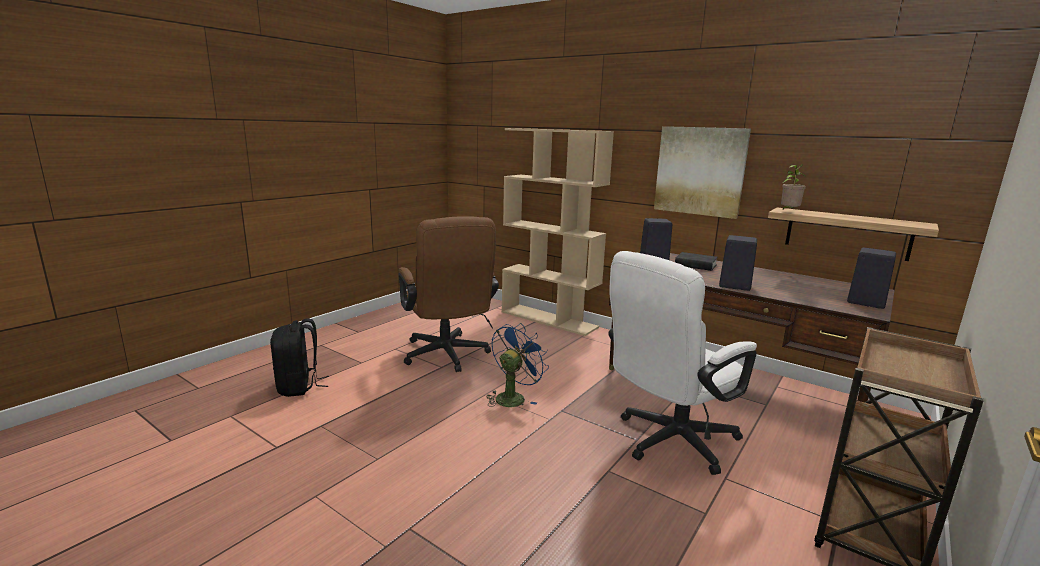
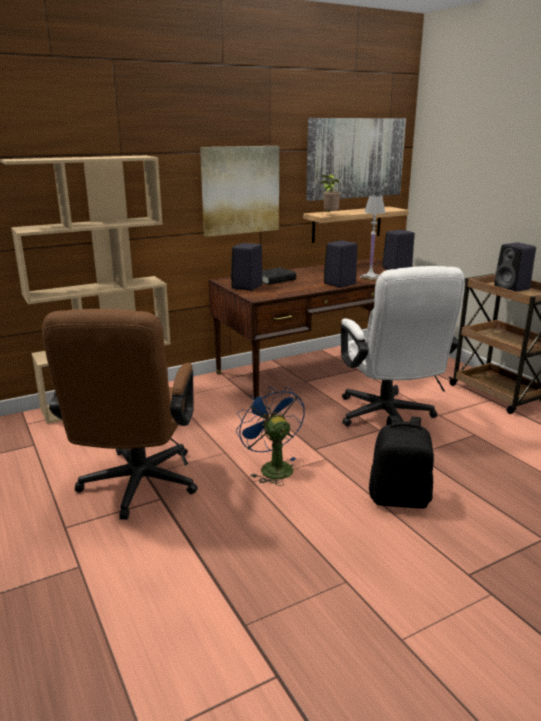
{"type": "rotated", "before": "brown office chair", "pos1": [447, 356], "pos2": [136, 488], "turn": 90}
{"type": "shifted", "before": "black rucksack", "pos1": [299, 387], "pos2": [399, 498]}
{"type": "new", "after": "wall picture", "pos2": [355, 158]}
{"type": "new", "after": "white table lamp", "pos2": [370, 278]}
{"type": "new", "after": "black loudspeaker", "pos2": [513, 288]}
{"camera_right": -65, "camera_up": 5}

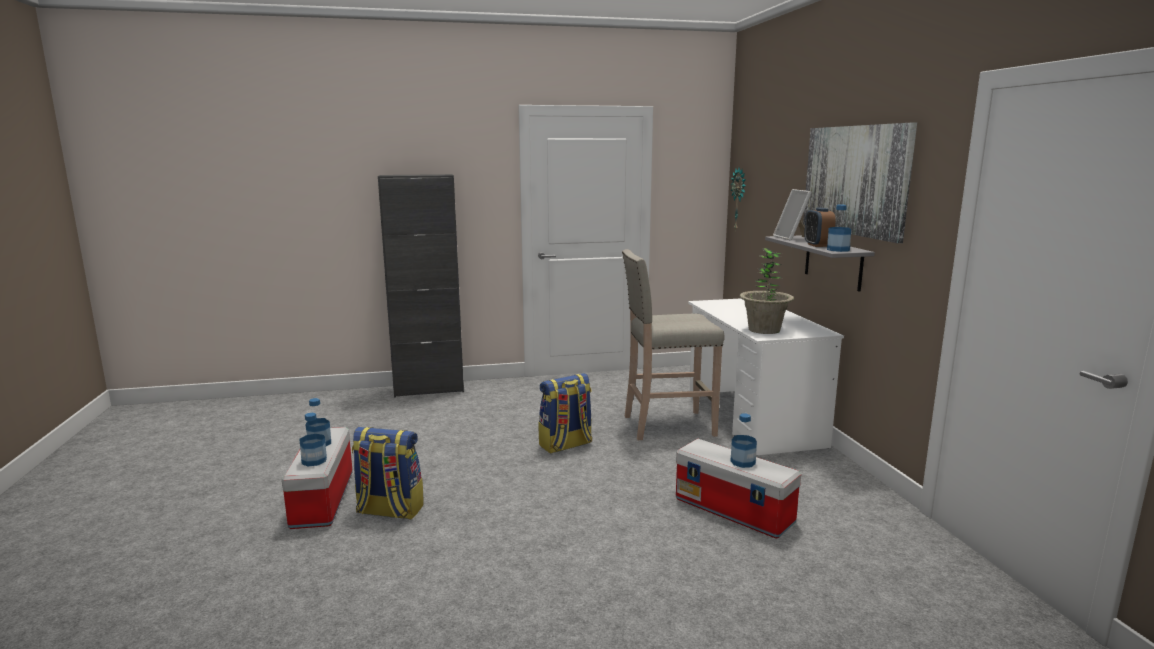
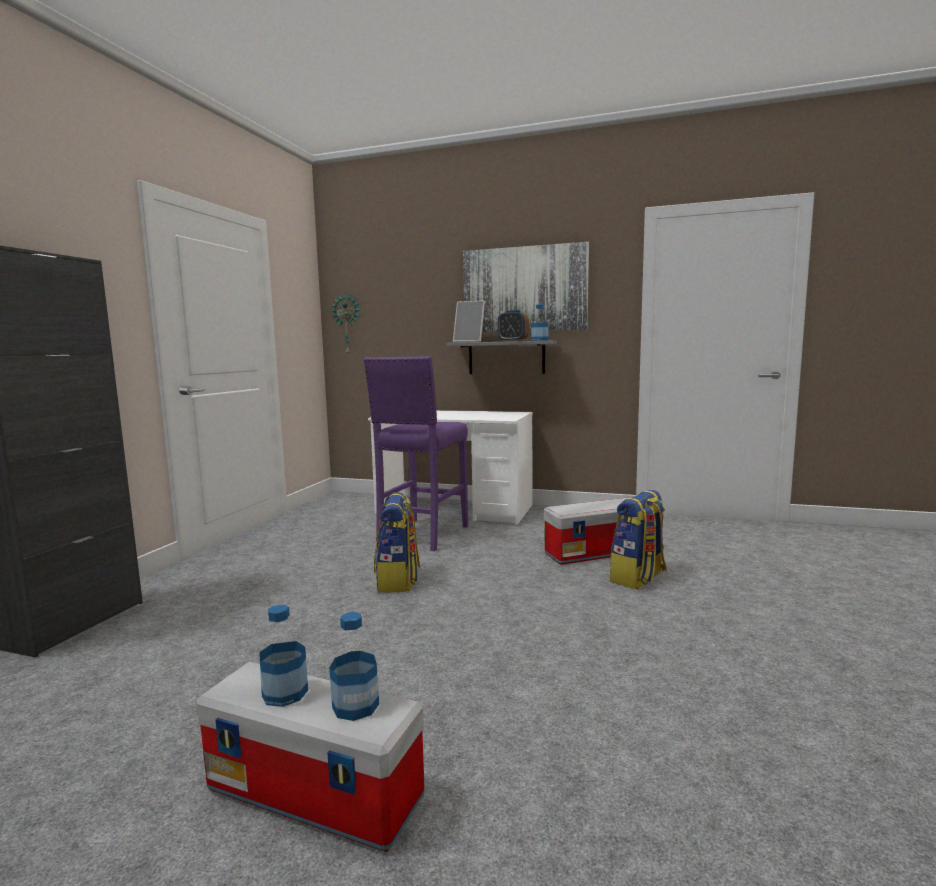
{"type": "gone", "before": "houseplant", "pos1": [764, 330]}
{"type": "repainted", "before": "beige stool seat", "after": "purplish stool seat", "pos1": [666, 425], "pos2": [422, 535]}
{"type": "gone", "before": "bottle", "pos1": [742, 462]}
{"type": "shifted", "before": "rucksack", "pos1": [389, 511], "pos2": [638, 578]}
{"camera_right": -60, "camera_up": -5}

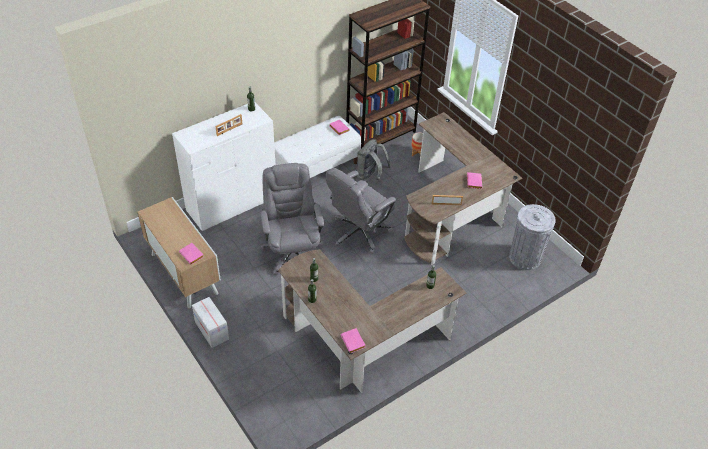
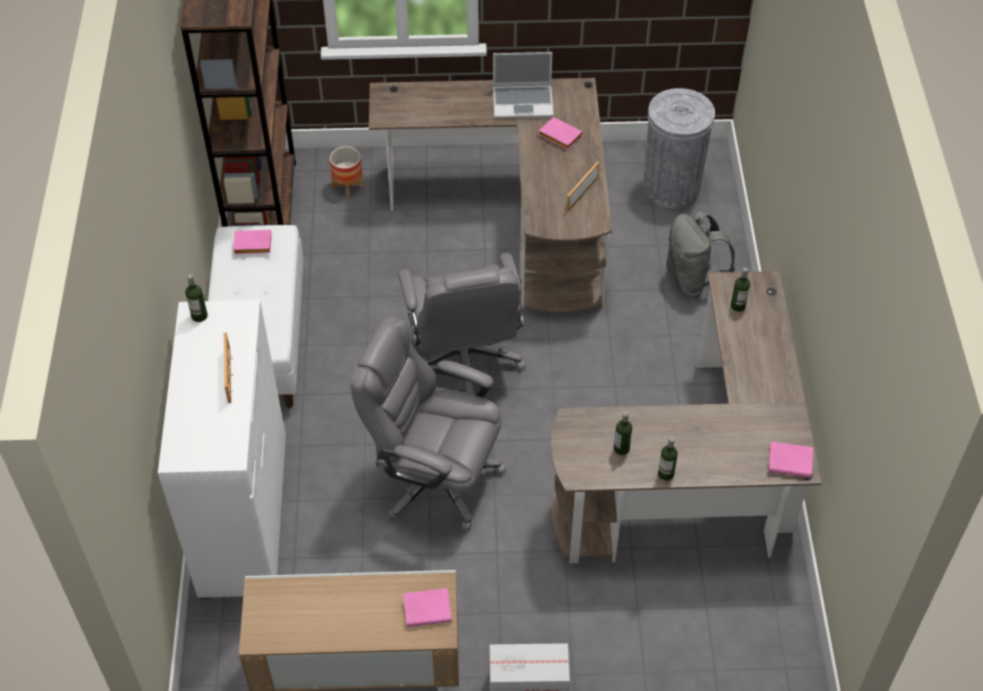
{"type": "shifted", "before": "gray rucksack", "pos1": [370, 176], "pos2": [693, 280]}
{"type": "new", "after": "notebook computer", "pos2": [523, 102]}
{"camera_right": -55, "camera_up": 5}

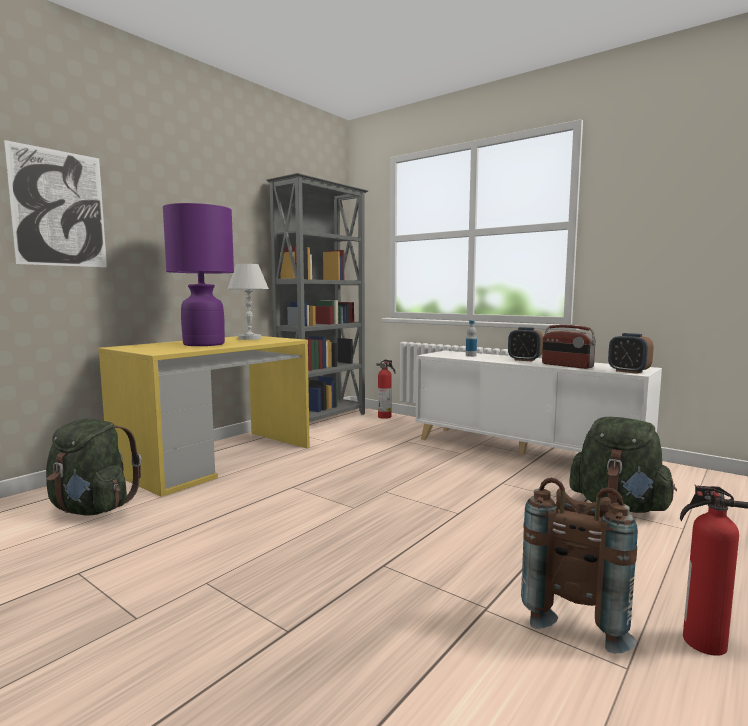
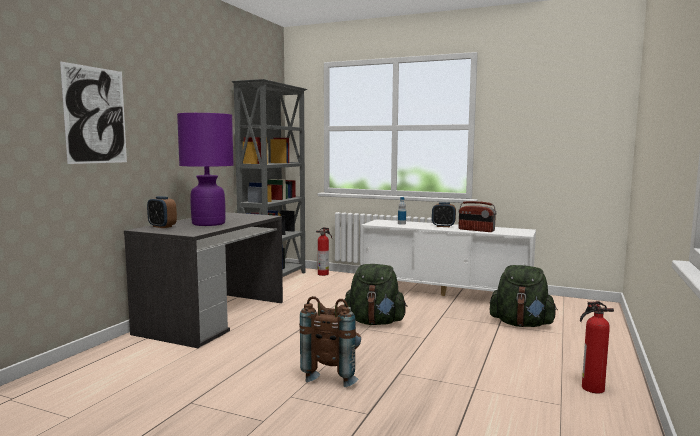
{"type": "gone", "before": "white table lamp", "pos1": [249, 338]}
{"type": "shifted", "before": "alarm clock", "pos1": [628, 371], "pos2": [162, 226]}
{"type": "repainted", "before": "yellow desk table", "after": "gray desk table", "pos1": [216, 458], "pos2": [213, 317]}
{"type": "shifted", "before": "green rucksack", "pos1": [92, 509], "pos2": [375, 322]}
{"type": "shifted", "before": "brown rucksack", "pos1": [577, 615], "pos2": [333, 374]}
{"camera_right": -15, "camera_up": 0}

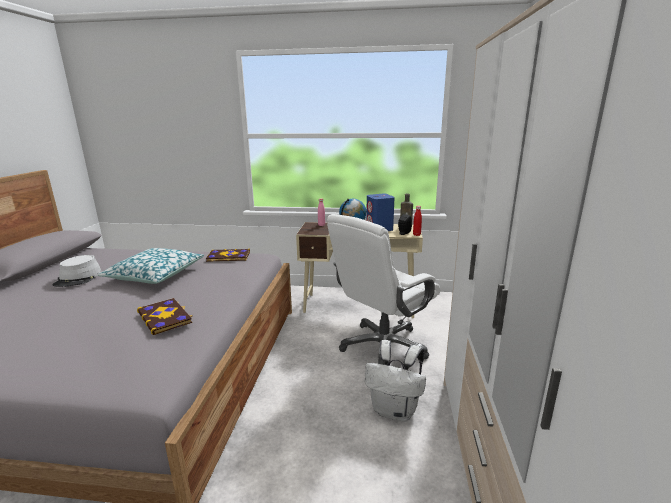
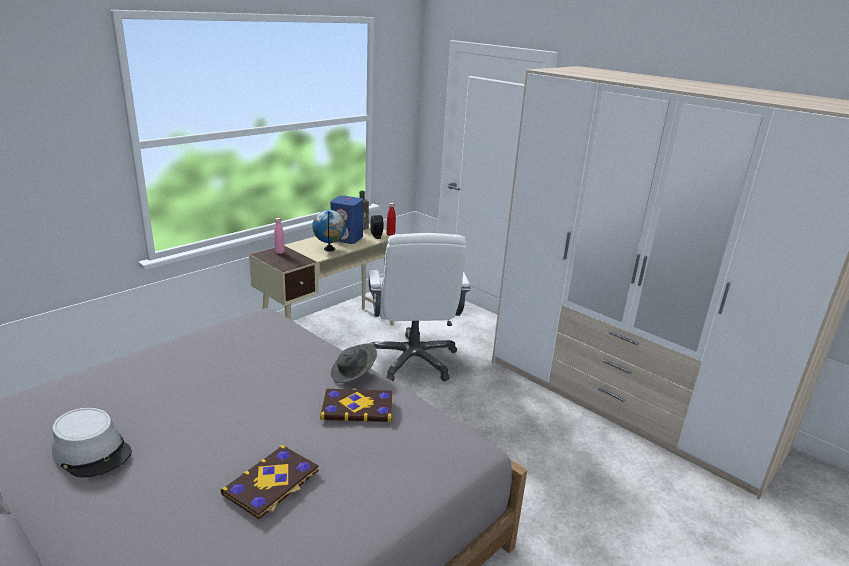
{"type": "gone", "before": "throw pillow", "pos1": [155, 275]}
{"type": "shifted", "before": "bound book", "pos1": [228, 257], "pos2": [272, 483]}
{"type": "gone", "before": "white rucksack", "pos1": [395, 410]}
{"type": "new", "after": "gray wearable hat", "pos2": [353, 374]}
{"camera_right": -55, "camera_up": 5}

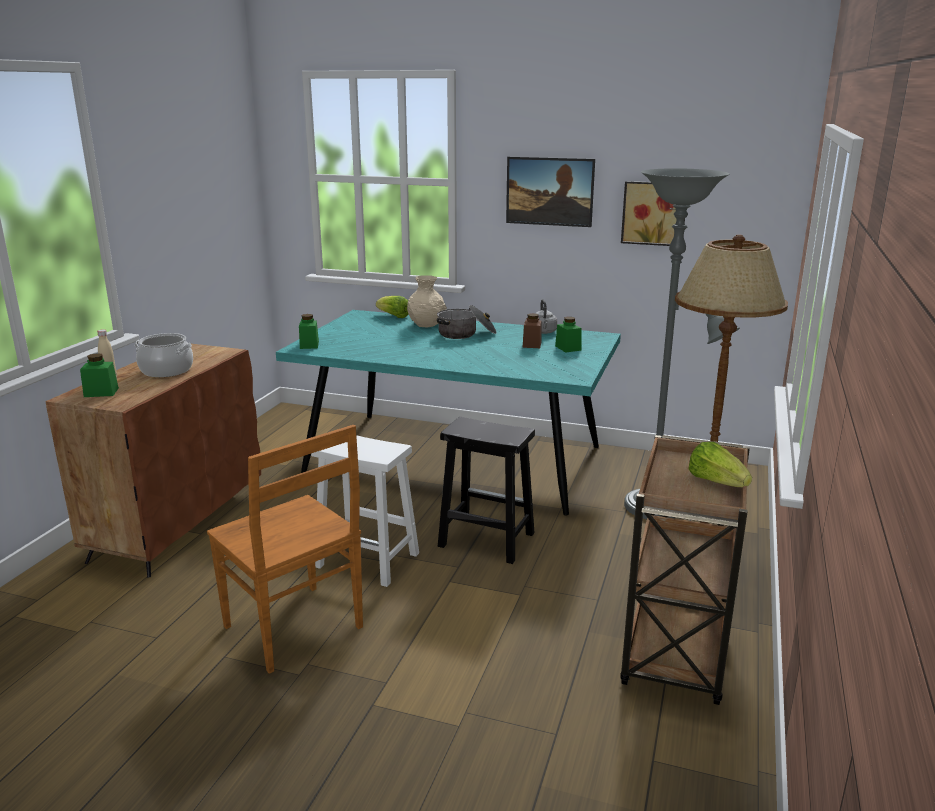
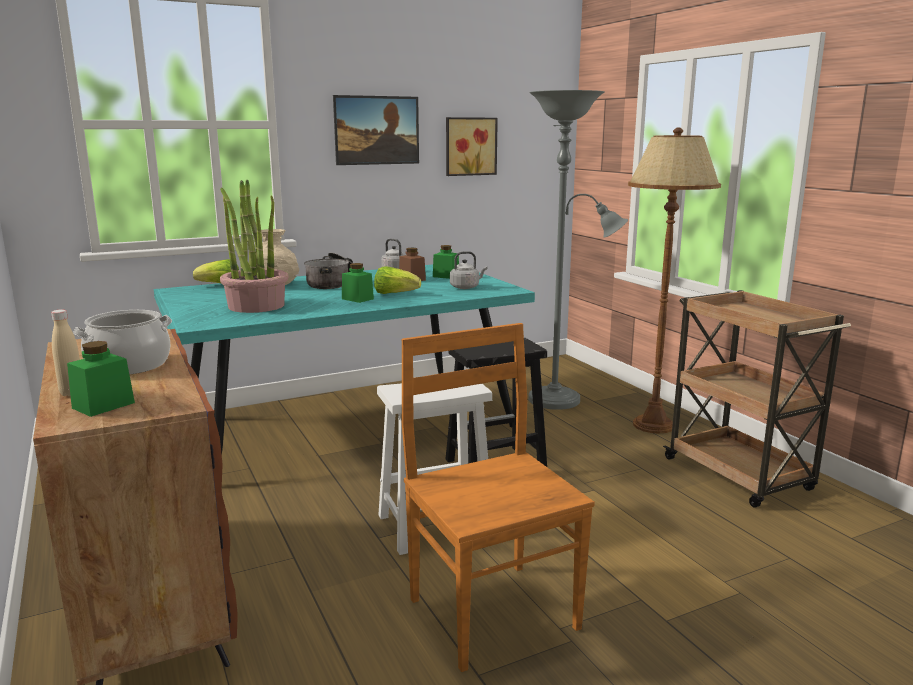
{"type": "shifted", "before": "green preserve jar", "pos1": [309, 345], "pos2": [357, 299]}
{"type": "rotated", "before": "brown chair", "pos1": [295, 629], "pos2": [491, 610], "turn": -120}
{"type": "shifted", "before": "head of lettuce", "pos1": [716, 482], "pos2": [395, 294]}
{"type": "new", "after": "houseplant", "pos2": [256, 305]}
{"type": "new", "after": "gray water kettle", "pos2": [466, 287]}
{"camera_right": -45, "camera_up": -5}

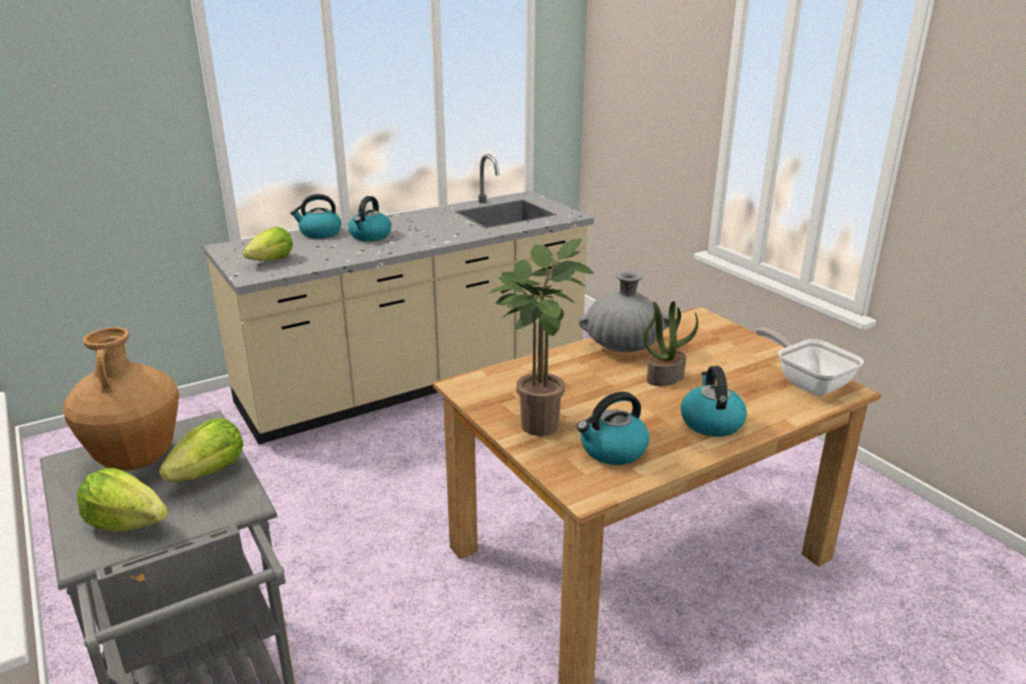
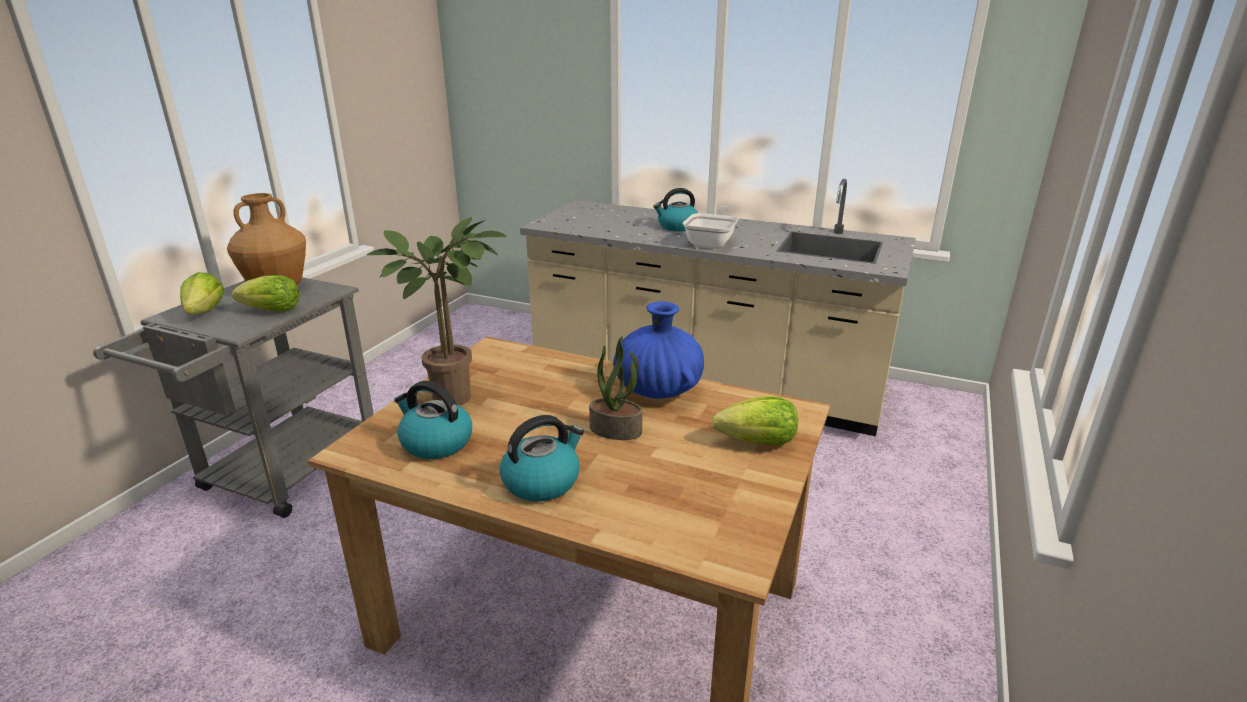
{"type": "gone", "before": "water kettle", "pos1": [320, 233]}
{"type": "shifted", "before": "head of lettuce", "pos1": [272, 261], "pos2": [758, 443]}
{"type": "repainted", "before": "gray flower vase", "after": "bluish flower vase", "pos1": [622, 346], "pos2": [658, 389]}
{"type": "shifted", "before": "frying pan", "pos1": [807, 382], "pos2": [711, 243]}
{"camera_right": 55, "camera_up": 0}

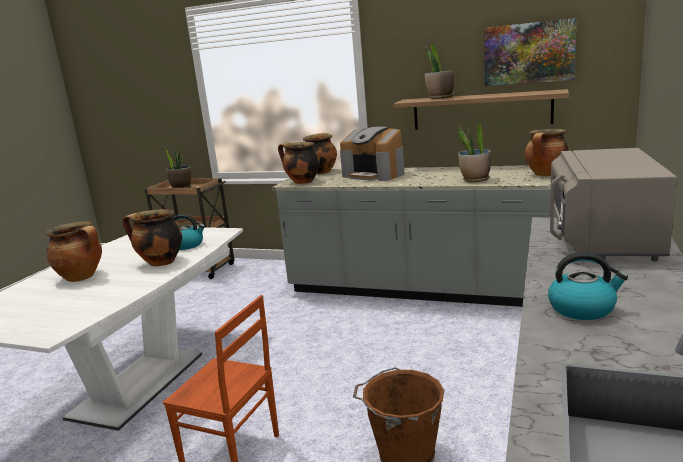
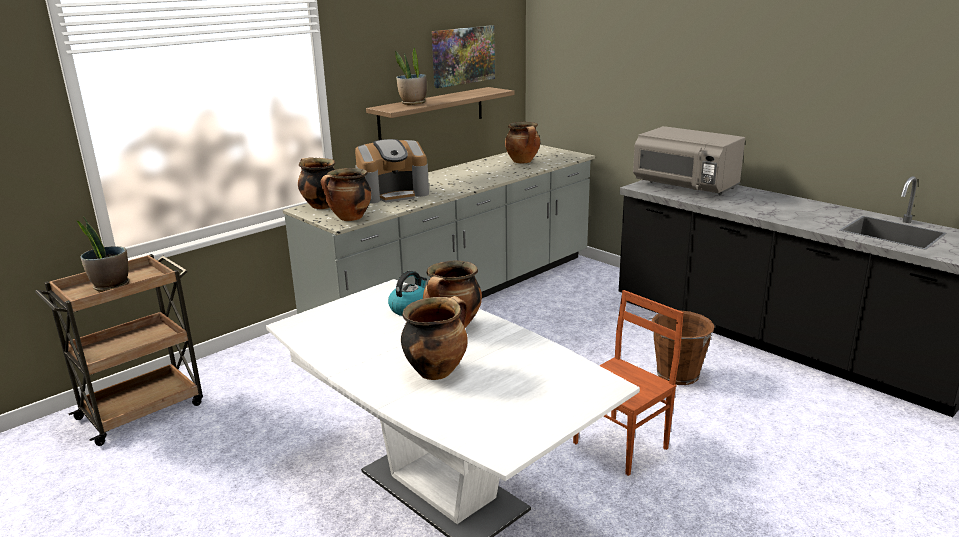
{"type": "gone", "before": "houseplant", "pos1": [475, 180]}
{"type": "gone", "before": "water kettle", "pos1": [582, 308]}
{"camera_right": -65, "camera_up": 5}

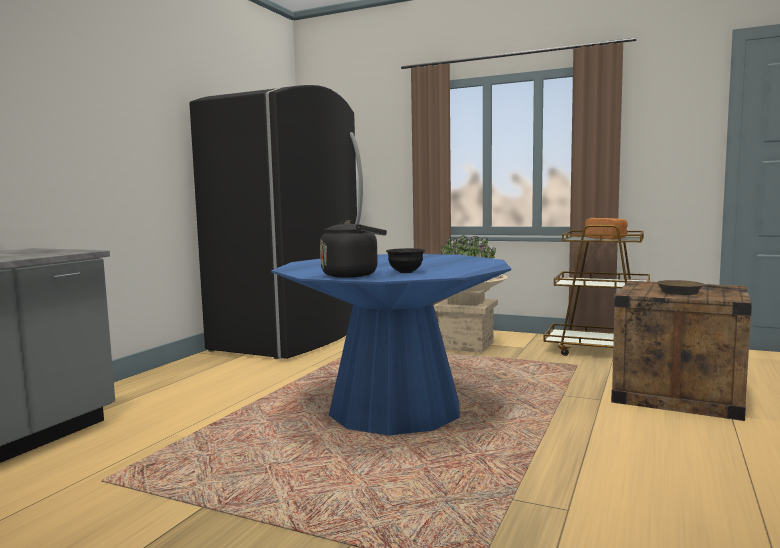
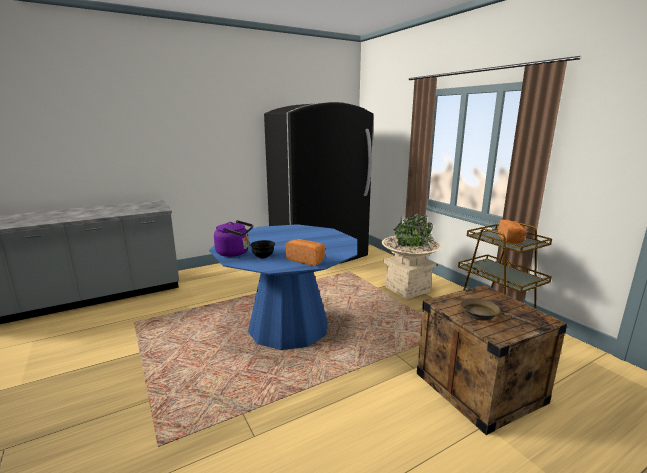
{"type": "repainted", "before": "black water kettle", "after": "purplish water kettle", "pos1": [353, 275], "pos2": [235, 253]}
{"type": "new", "after": "baked bread", "pos2": [306, 260]}
{"camera_right": 35, "camera_up": 10}

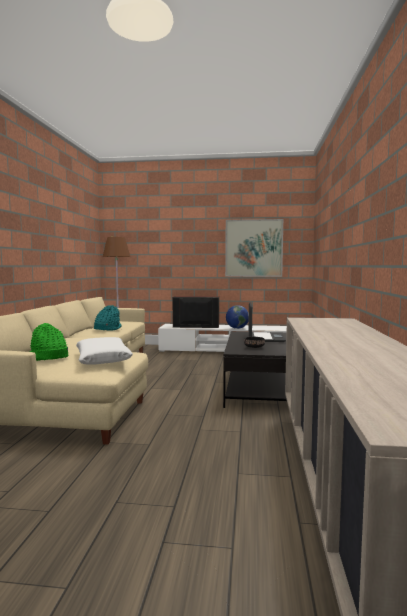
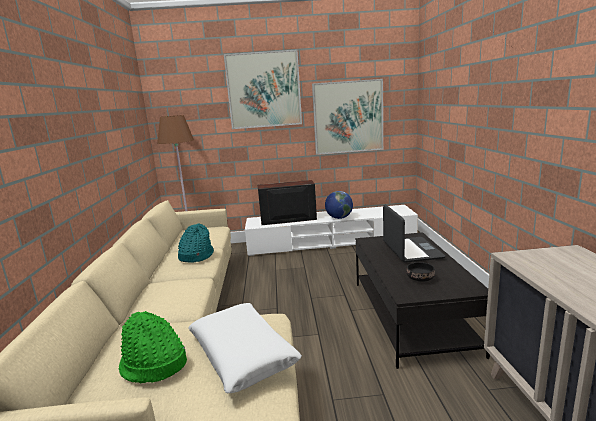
{"type": "new", "after": "wall picture", "pos2": [264, 90]}
{"camera_right": -10, "camera_up": 10}

